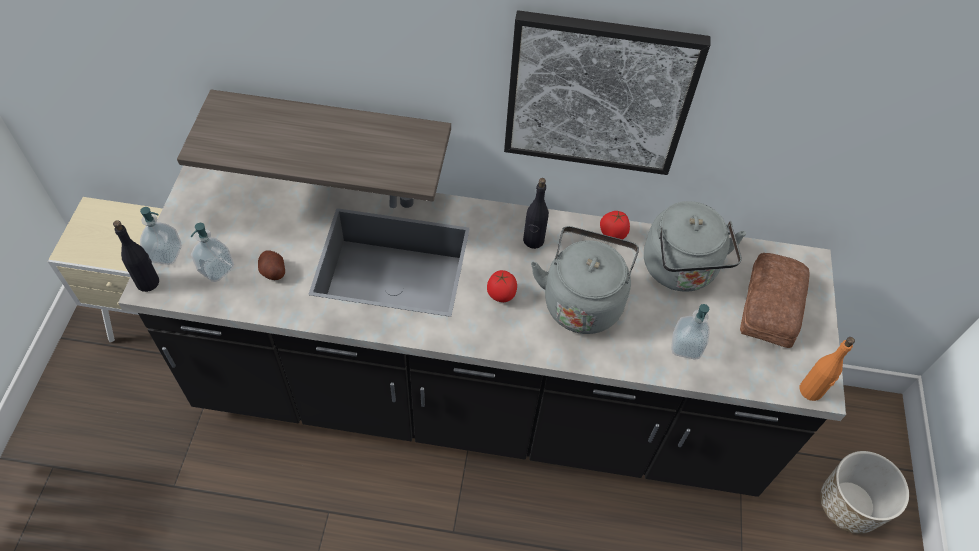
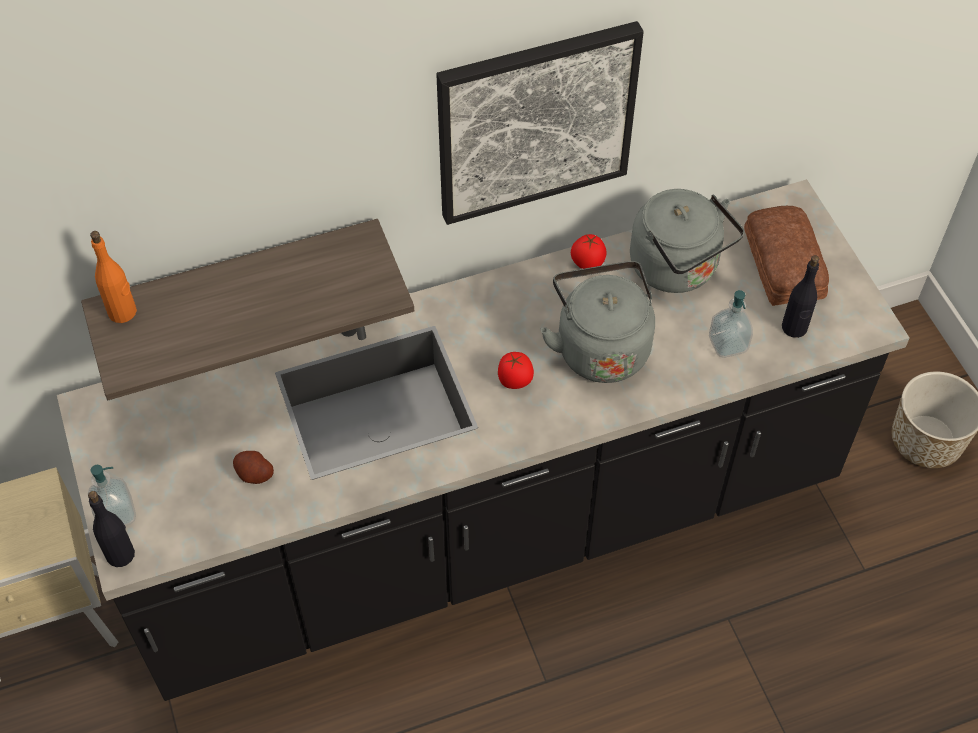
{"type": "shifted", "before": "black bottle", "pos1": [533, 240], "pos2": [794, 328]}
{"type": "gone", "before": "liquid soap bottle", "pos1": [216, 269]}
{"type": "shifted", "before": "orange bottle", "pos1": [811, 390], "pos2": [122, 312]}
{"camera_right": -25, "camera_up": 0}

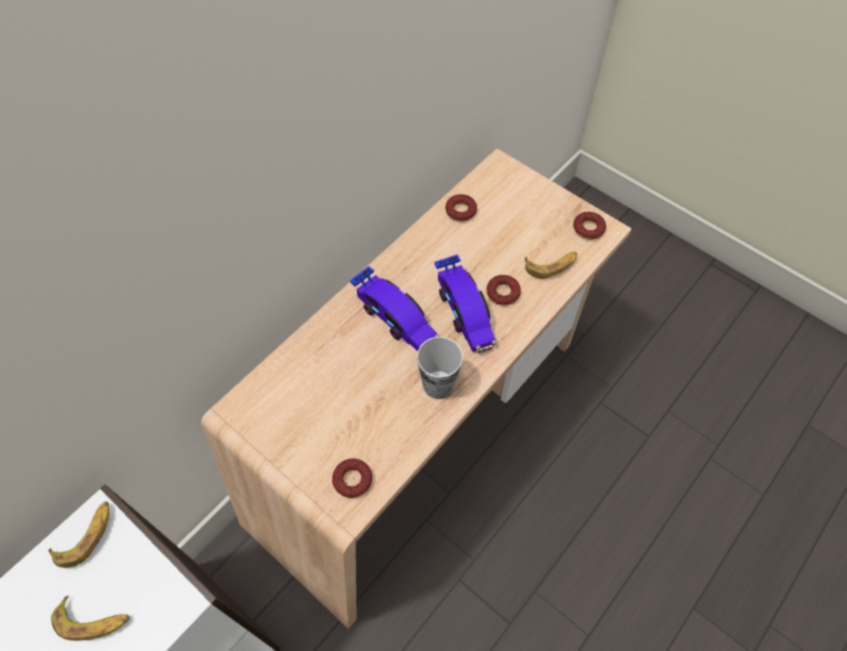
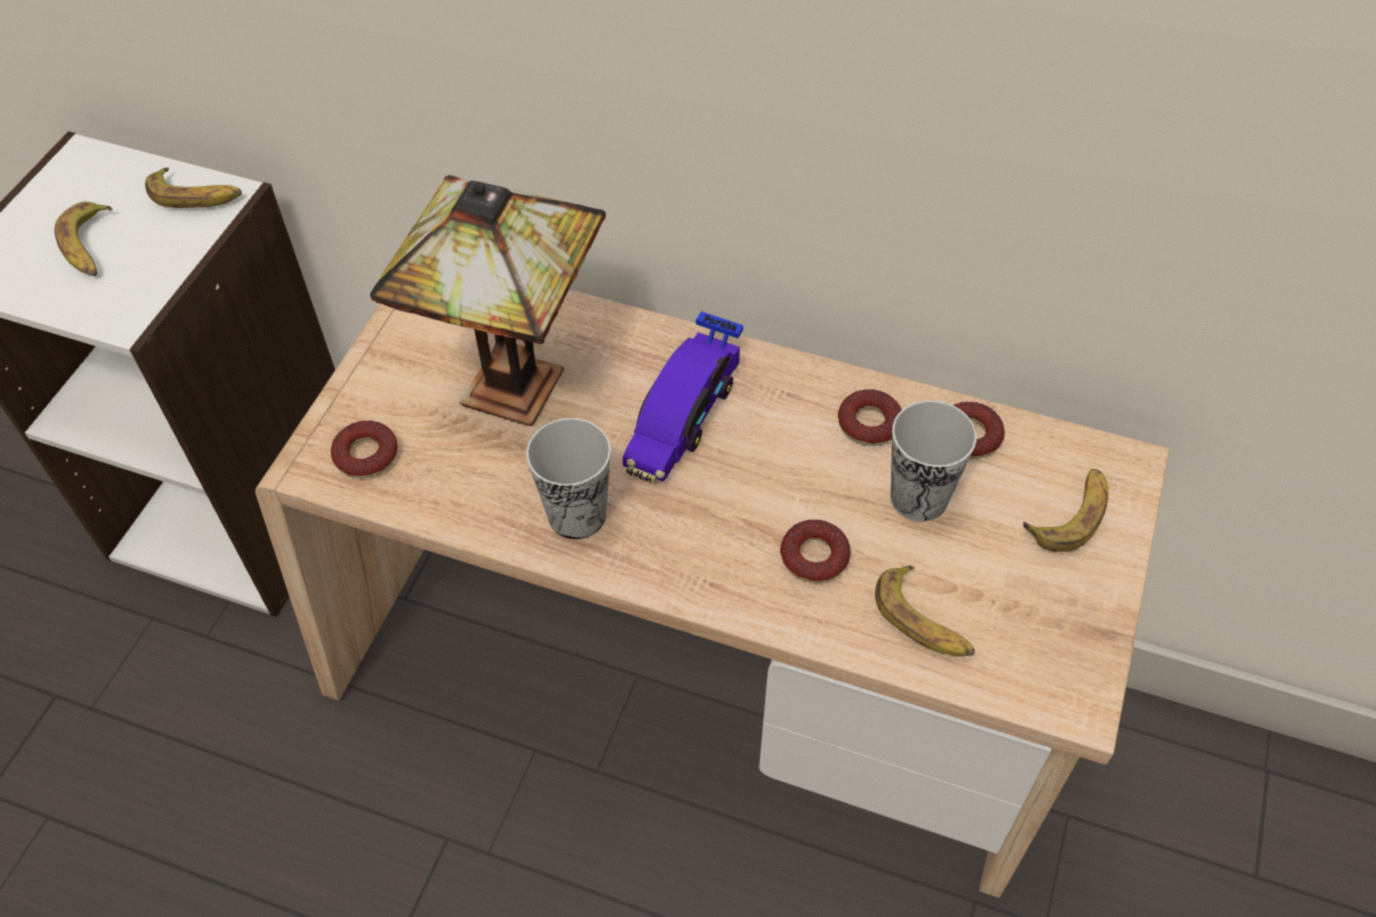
{"type": "shifted", "before": "ring doughnut", "pos1": [588, 228], "pos2": [869, 423]}
{"type": "gone", "before": "miniature car", "pos1": [465, 311]}
{"type": "new", "after": "table lamp", "pos2": [511, 380]}
{"type": "new", "after": "small cup", "pos2": [919, 497]}
{"type": "new", "after": "banana", "pos2": [1070, 515]}
{"camera_right": 70, "camera_up": -5}

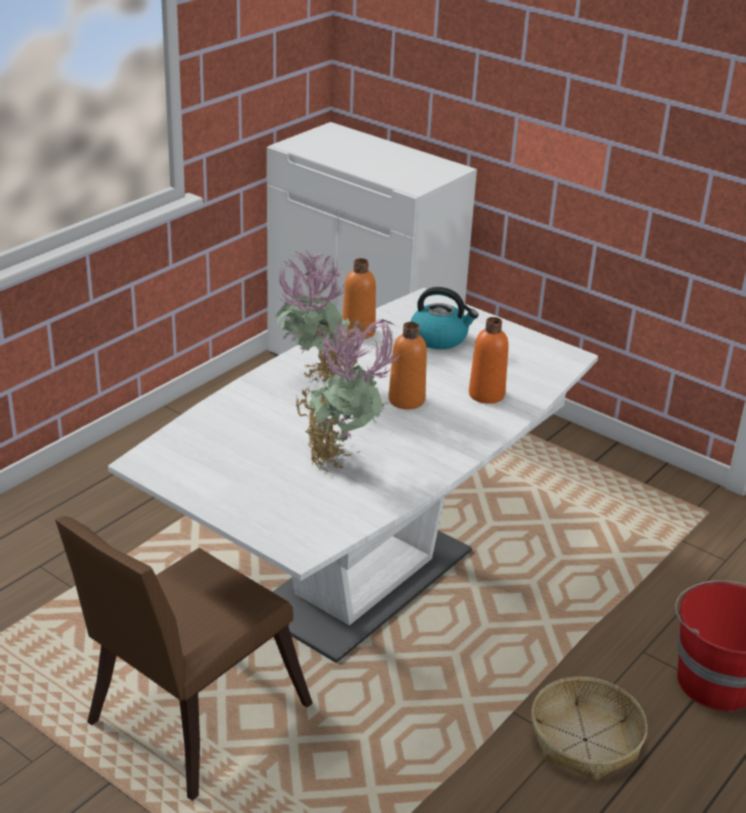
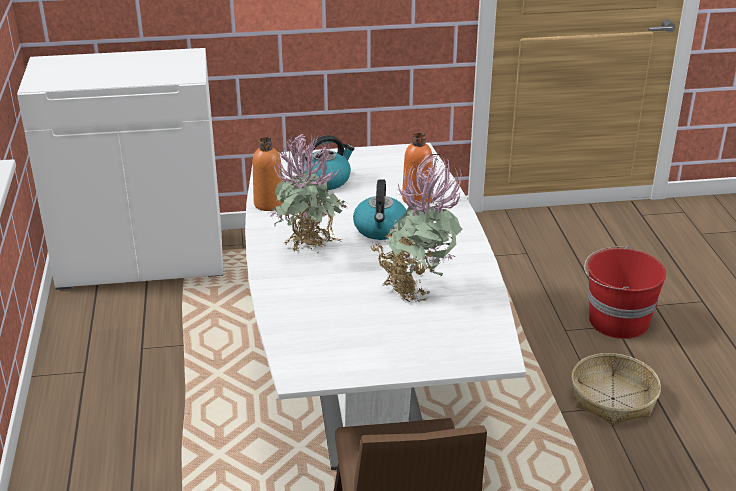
{"type": "swapped", "before": "orange bottle", "after": "water kettle", "pos1": [406, 400], "pos2": [380, 229]}
{"camera_right": -45, "camera_up": 0}

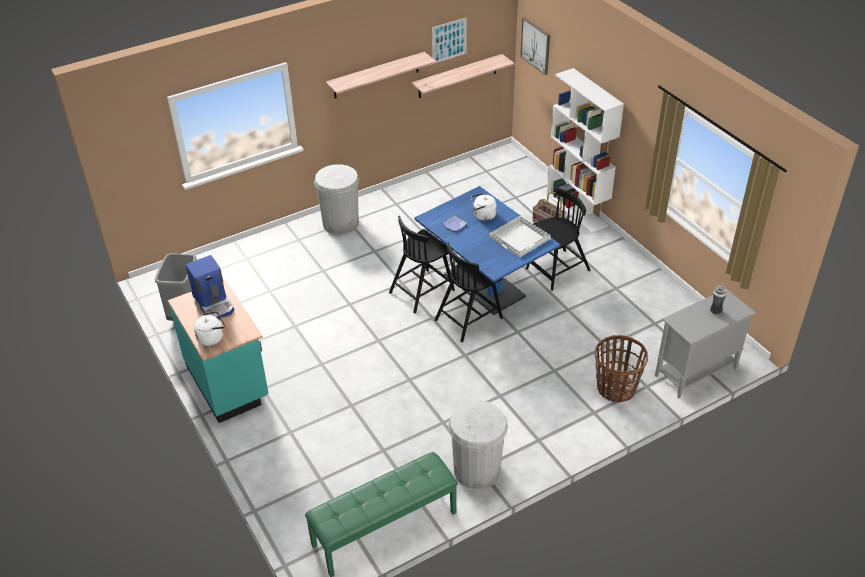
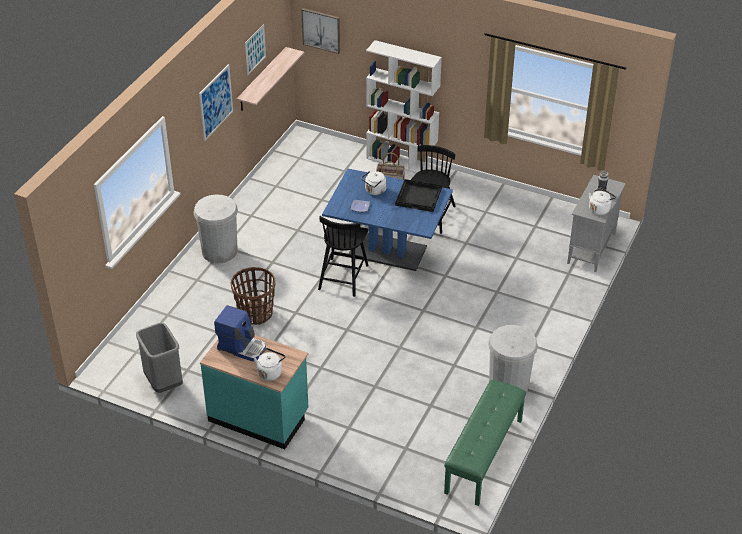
{"type": "swapped", "before": "shelf", "after": "wall picture", "pos1": [376, 75], "pos2": [216, 102]}
{"type": "repainted", "before": "white carrying tray", "after": "black carrying tray", "pos1": [520, 237], "pos2": [419, 196]}
{"type": "gone", "before": "black chair", "pos1": [469, 318]}
{"type": "shifted", "before": "household basket", "pos1": [615, 388], "pos2": [255, 314]}
{"type": "new", "after": "white water kettle", "pos2": [600, 209]}
{"camera_right": -35, "camera_up": 0}

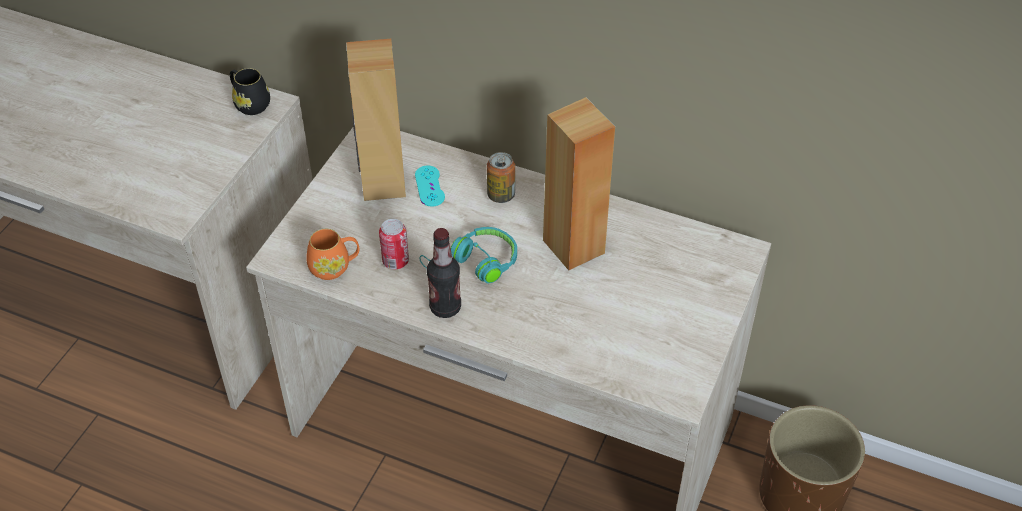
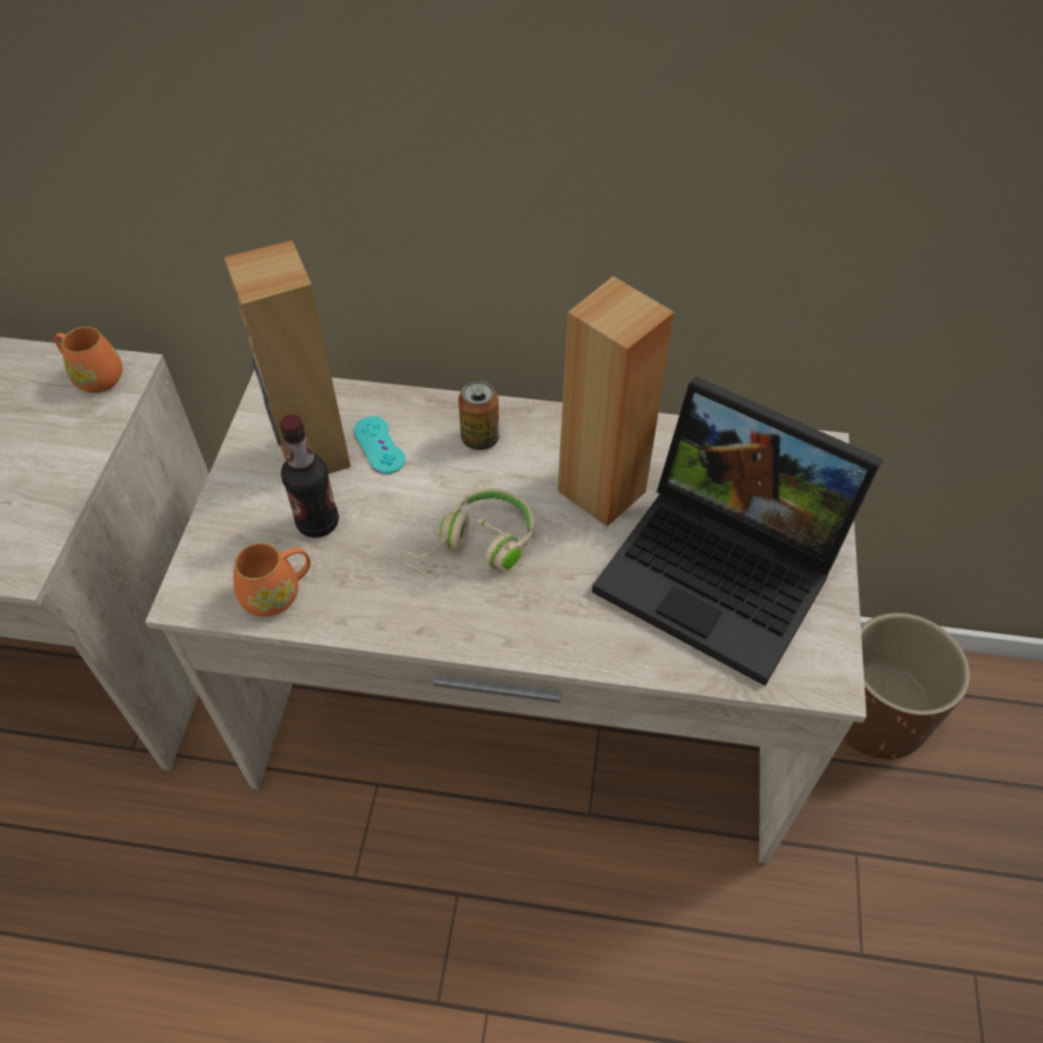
{"type": "repainted", "before": "black coffee mug", "after": "orange coffee mug", "pos1": [249, 103], "pos2": [94, 376]}
{"type": "gone", "before": "can", "pos1": [395, 261]}
{"type": "repainted", "before": "turquoise headset", "after": "beige headset", "pos1": [474, 265], "pos2": [476, 546]}
{"type": "shifted", "before": "bottle", "pos1": [445, 307], "pos2": [318, 523]}
{"type": "new", "after": "notebook computer", "pos2": [725, 572]}
{"camera_right": -15, "camera_up": 5}

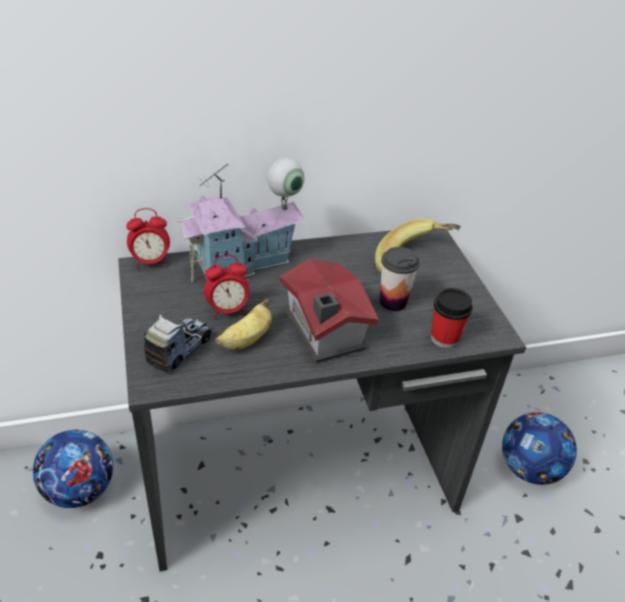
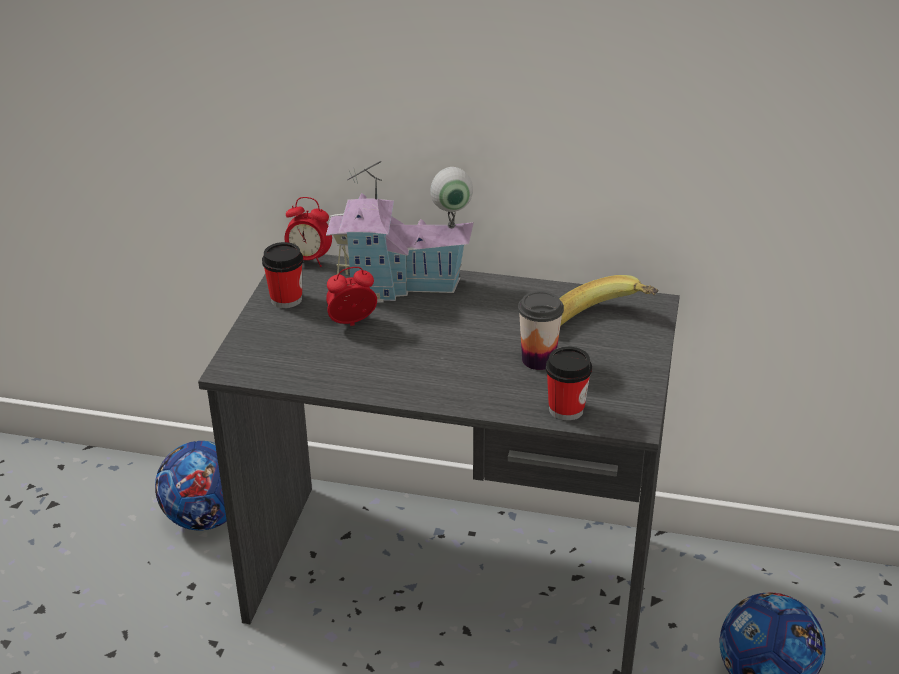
{"type": "rotated", "before": "alarm clock", "pos1": [228, 310], "pos2": [352, 323], "turn": 150}
{"type": "gone", "before": "miniature house", "pos1": [323, 332]}
{"type": "gone", "before": "banana", "pos1": [246, 340]}
{"type": "gone", "before": "toy lorry", "pos1": [178, 349]}
{"type": "new", "after": "small cup", "pos2": [286, 299]}
{"camera_right": 30, "camera_up": -5}

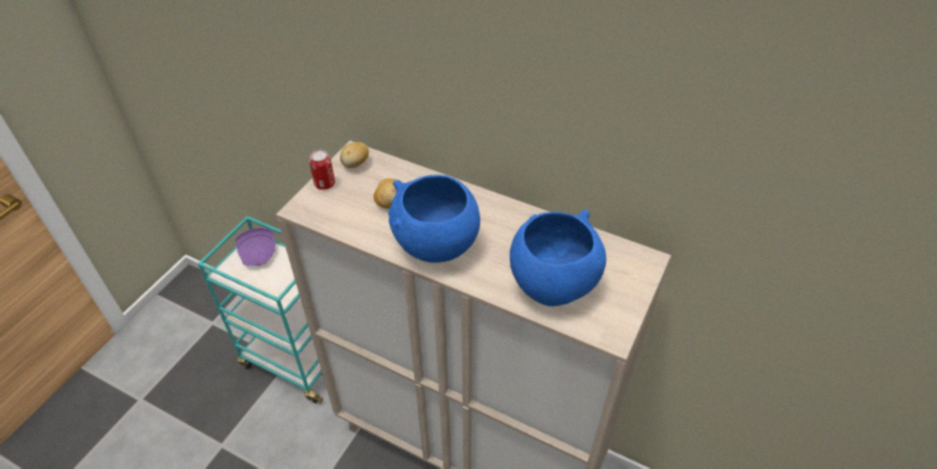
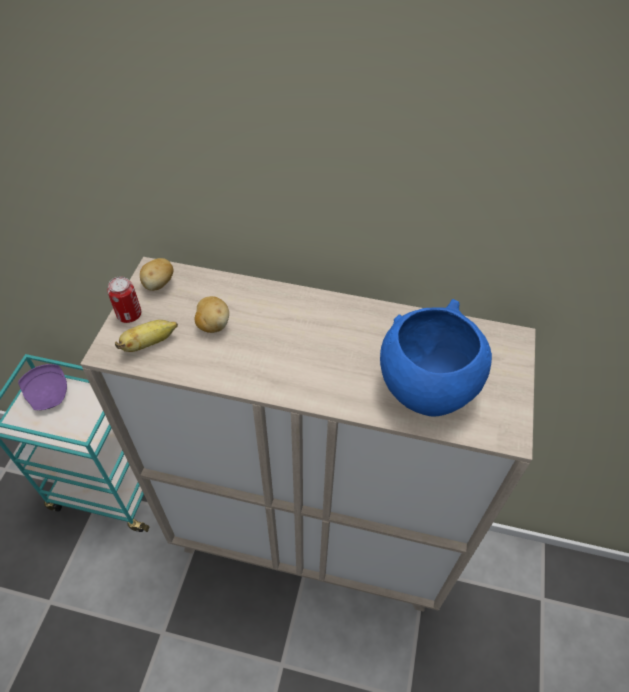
{"type": "gone", "before": "bluish serving bowl", "pos1": [436, 246]}
{"type": "new", "after": "banana", "pos2": [149, 343]}
{"camera_right": -15, "camera_up": 5}

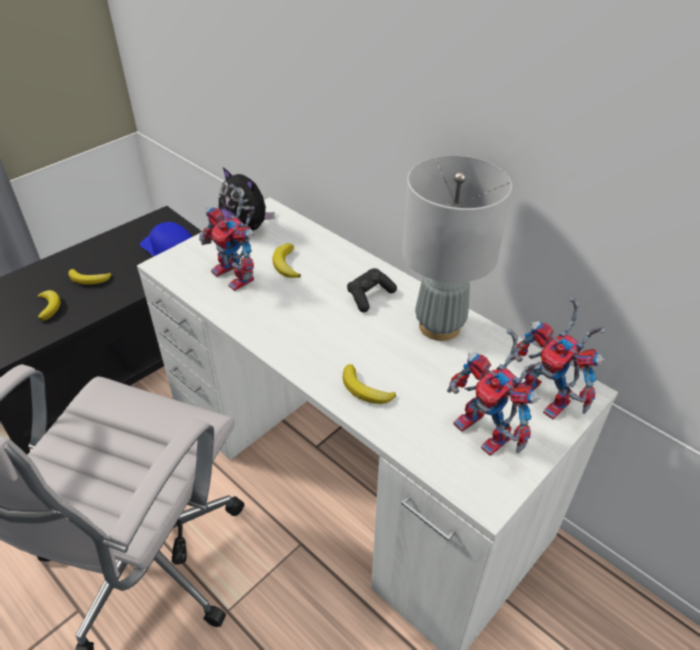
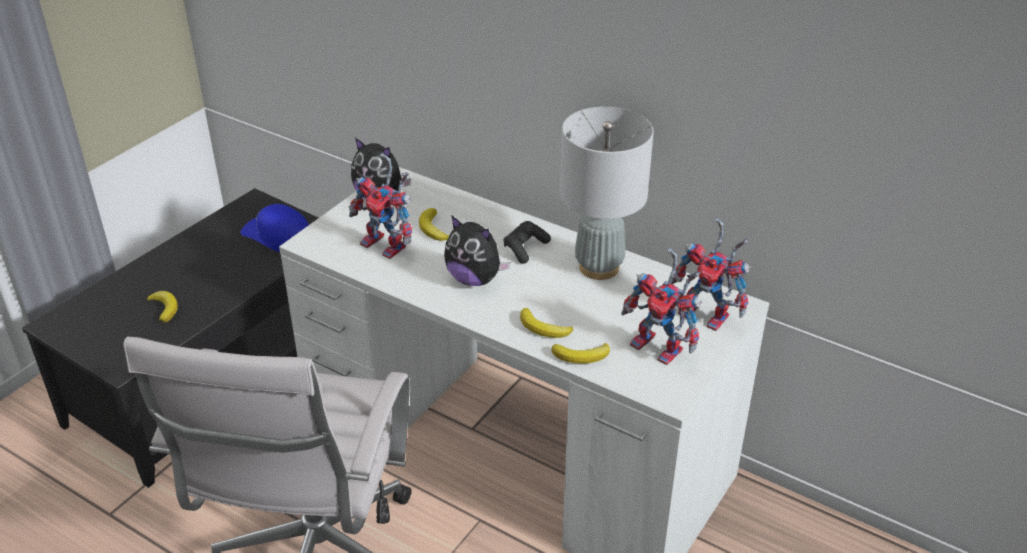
{"type": "shifted", "before": "banana", "pos1": [89, 279], "pos2": [582, 356]}
{"type": "new", "after": "soft toy", "pos2": [475, 279]}
{"camera_right": -10, "camera_up": -5}

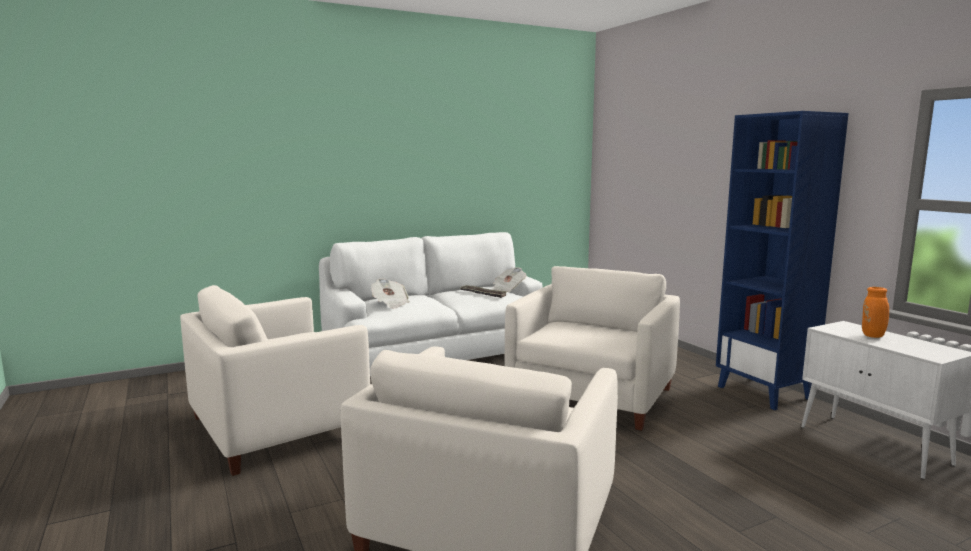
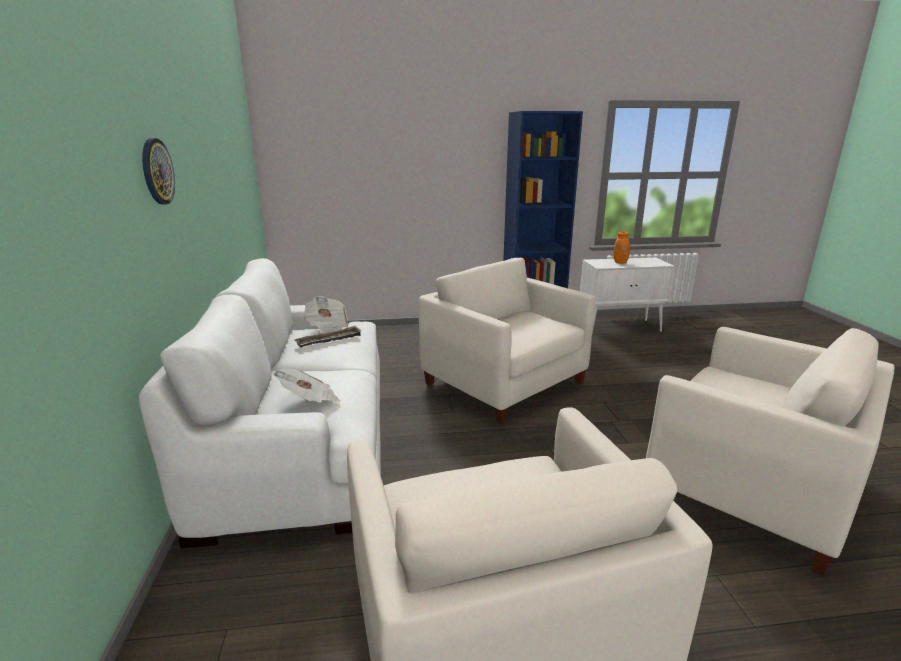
{"type": "new", "after": "clock on the wall", "pos2": [157, 171]}
{"camera_right": -70, "camera_up": 10}

